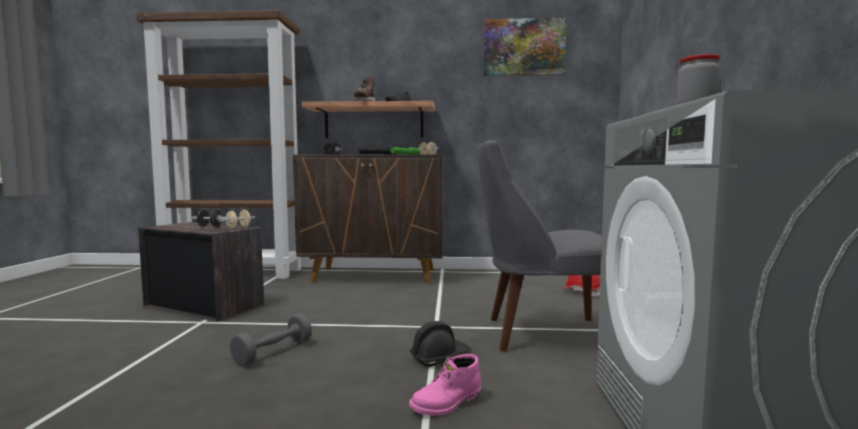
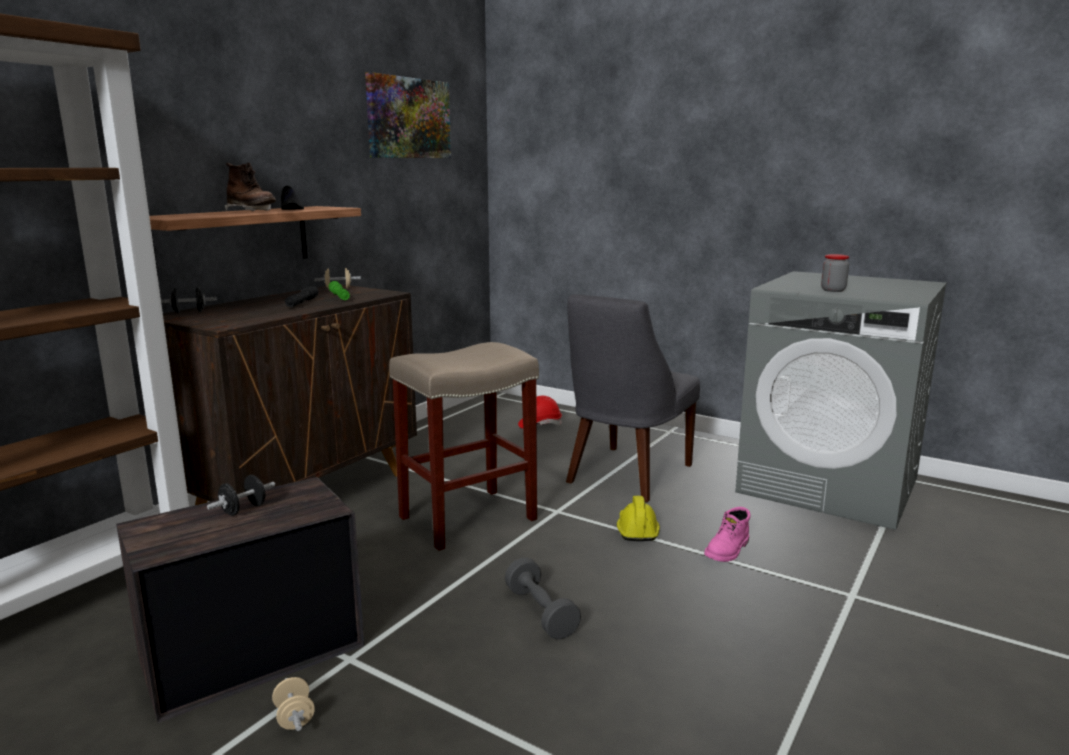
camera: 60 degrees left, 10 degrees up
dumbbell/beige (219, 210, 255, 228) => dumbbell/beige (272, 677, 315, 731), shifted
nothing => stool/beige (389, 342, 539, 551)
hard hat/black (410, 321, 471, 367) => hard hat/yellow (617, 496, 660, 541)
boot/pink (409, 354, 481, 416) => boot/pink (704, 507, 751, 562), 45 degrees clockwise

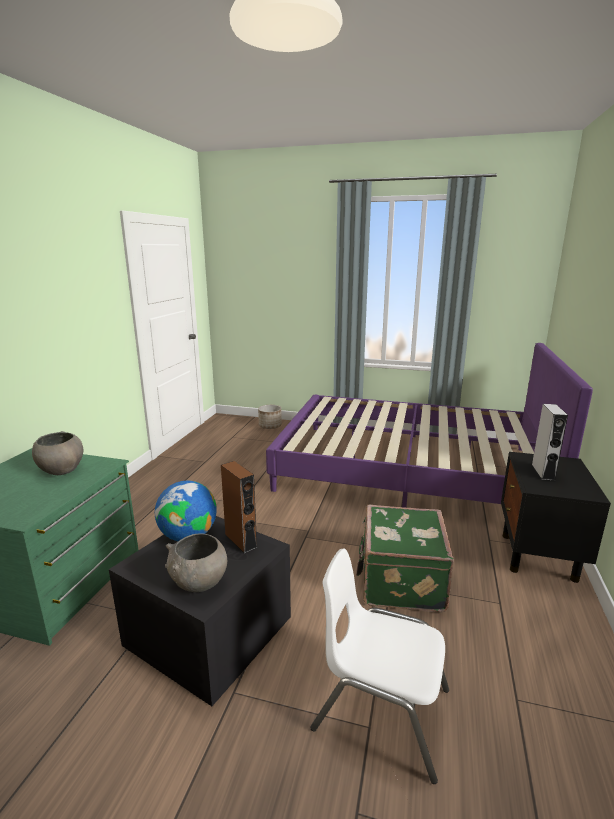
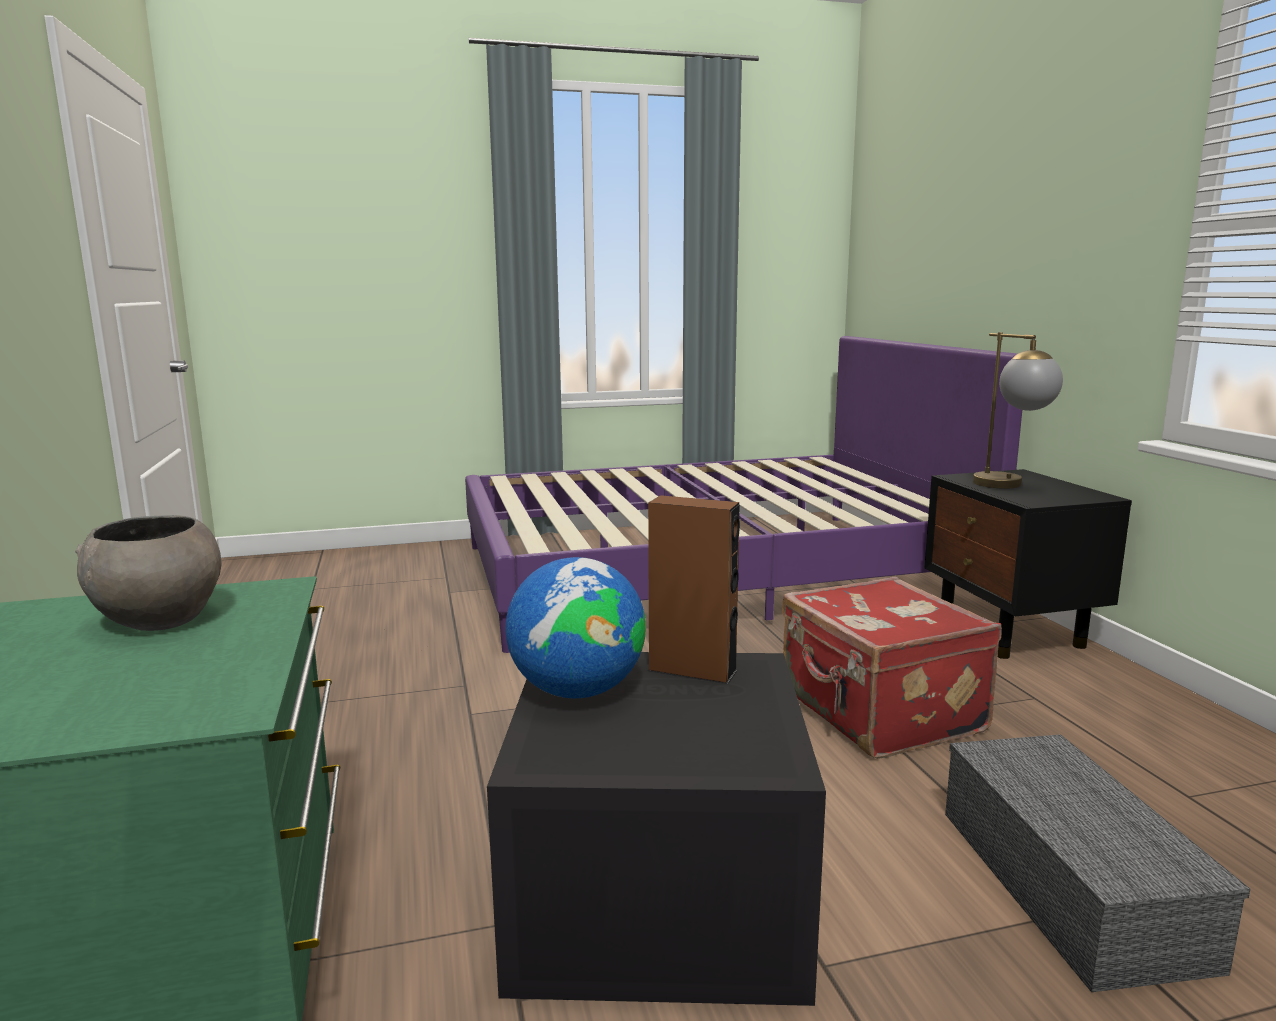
camera: 30 degrees left, 5 degrees down
suitcase/green (356, 505, 454, 612) => suitcase/red (782, 577, 1002, 759)
chair/white (310, 549, 449, 784) => storage box/grey (945, 734, 1250, 992)
speaker/grey (532, 404, 568, 480) => table lamp (973, 332, 1063, 489)
bowl/grey (165, 533, 227, 592) => nothing
planter (258, 405, 282, 429) => nothing

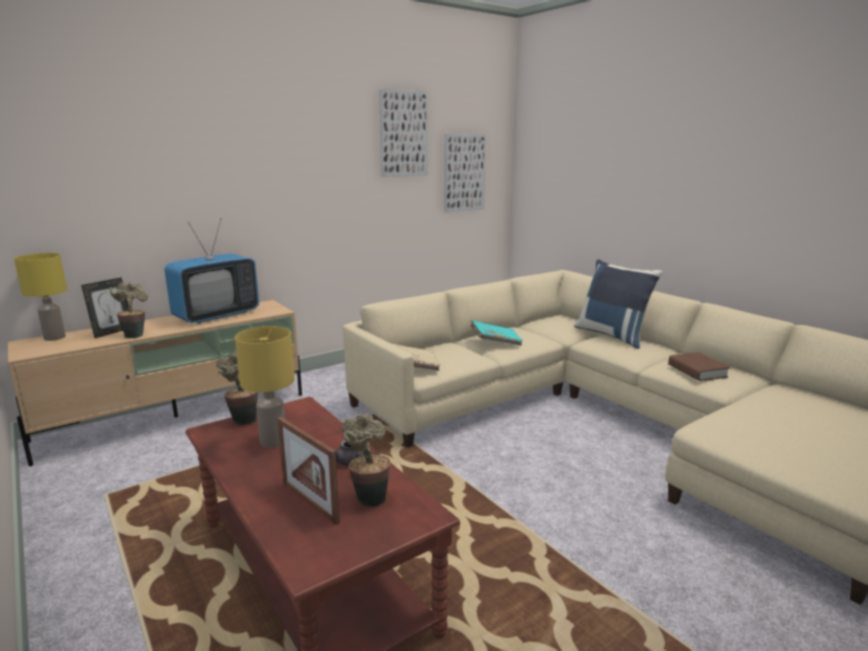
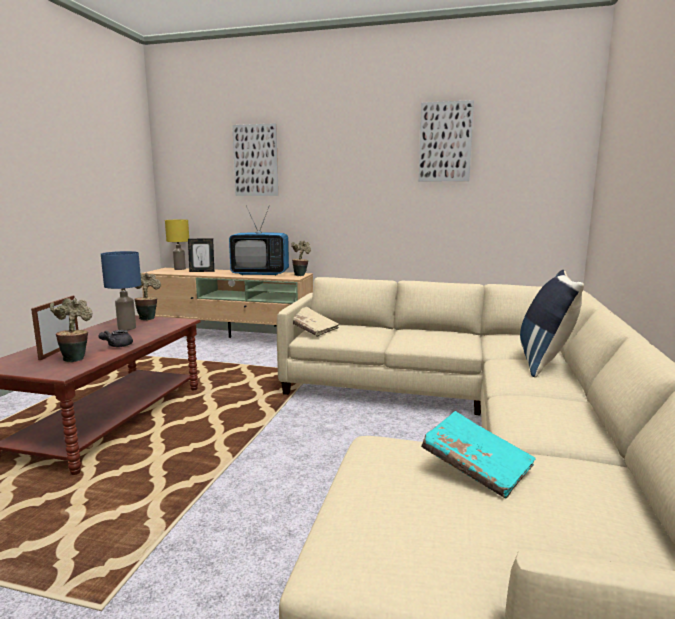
camera: 50 degrees right, 5 degrees down
table lamp/yellow (235, 326, 295, 448) => table lamp/blue (101, 251, 141, 330)
picture (444, 134, 486, 213) => picture (232, 123, 278, 196), shifted
potted plant (110, 282, 149, 339) => potted plant (292, 241, 311, 276), shifted
book/turquoise (470, 320, 523, 346) => book/turquoise (421, 411, 536, 499), shifted
book/brown (668, 352, 730, 381) => nothing

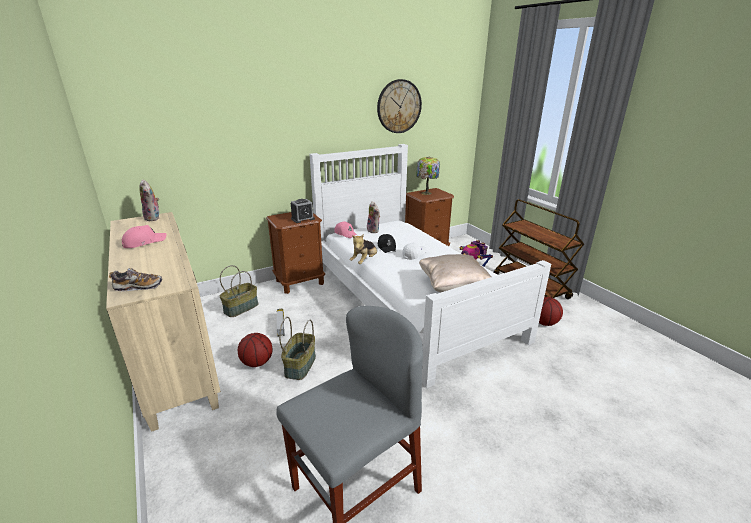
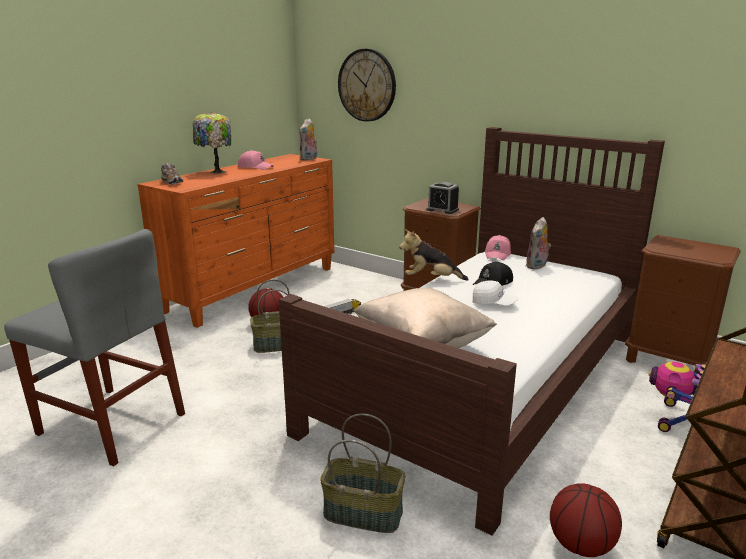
camera: 65 degrees right, 5 degrees down
dresser/beige (106, 212, 221, 432) => dresser/orange (137, 154, 334, 328)
table lamp (416, 157, 440, 195) => table lamp (193, 112, 231, 174), shifted
bed/white (310, 144, 551, 388) => bed/brown (279, 127, 665, 536)
basket (220, 265, 258, 317) => basket (320, 413, 405, 533), shifted
wall clock (377, 79, 422, 133) => wall clock (338, 49, 396, 122), shifted

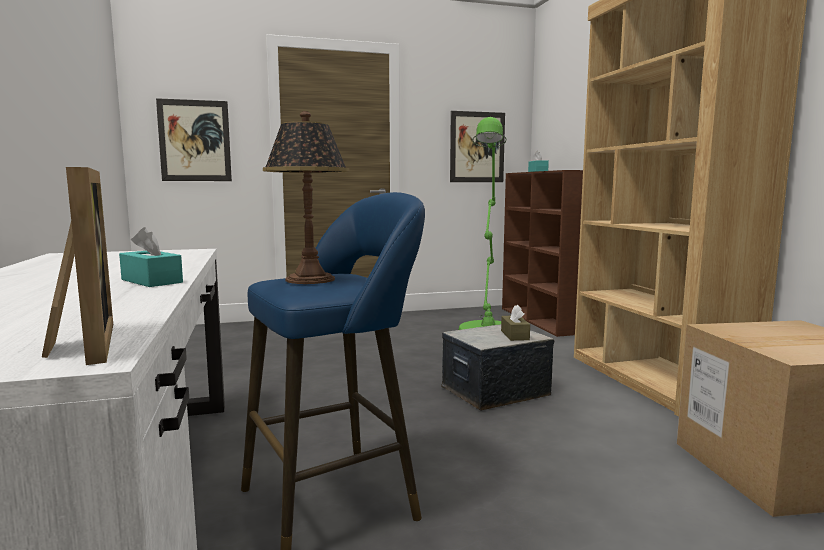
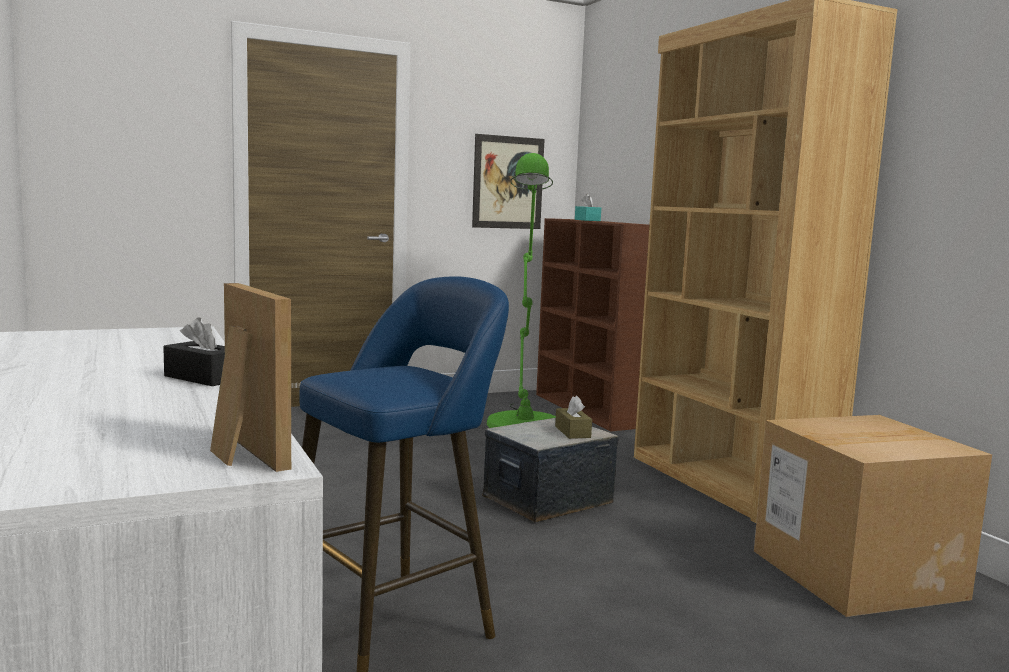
camera: 10 degrees left, 0 degrees up
tissue box/turquoise (119, 227, 183, 287) => tissue box/black (163, 317, 225, 386)
picture (156, 98, 232, 181) => nothing
table lamp (263, 111, 350, 284) => nothing

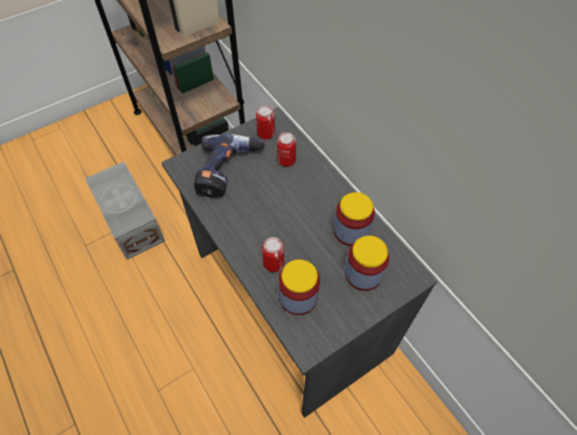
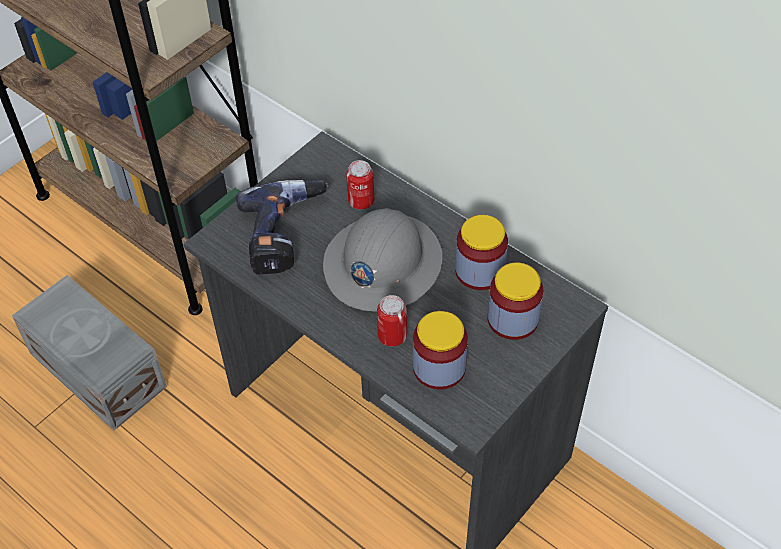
camera: 15 degrees left, 5 degrees down
nothing => hard hat/grey (323, 208, 443, 312)
can (256, 105, 275, 139) => nothing

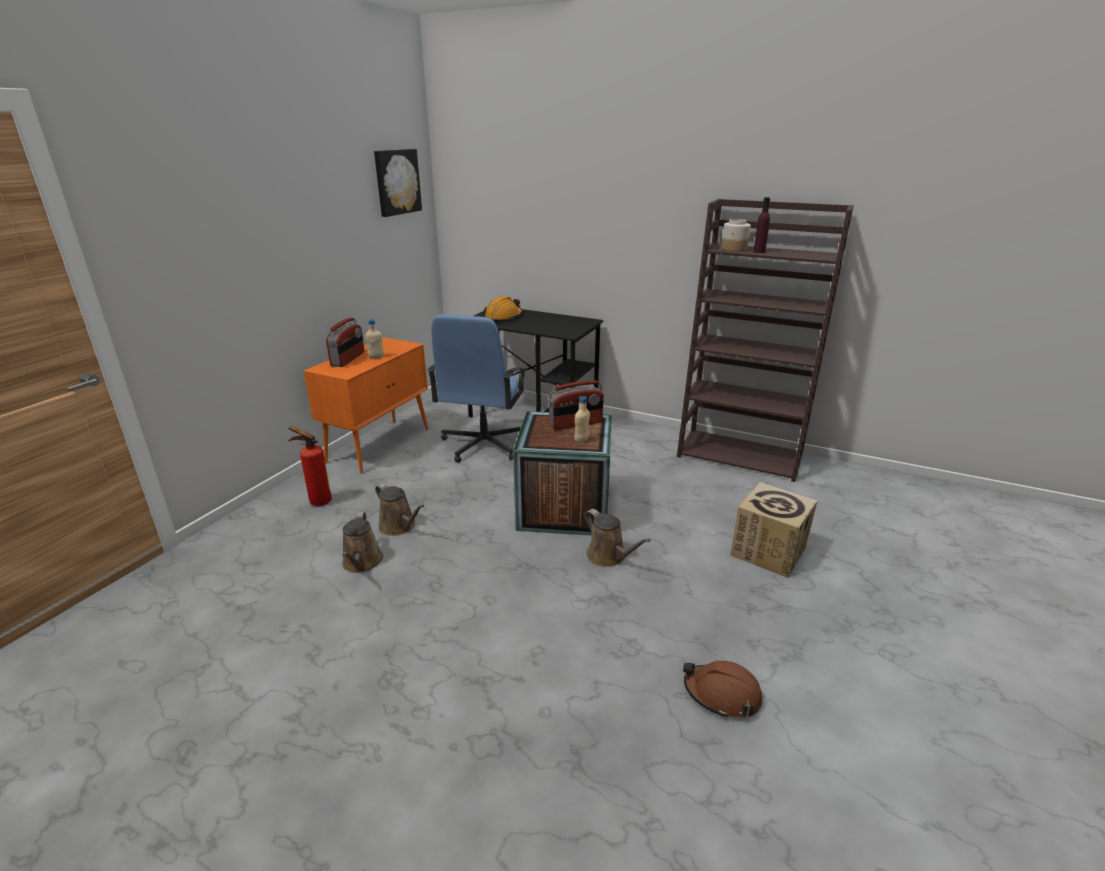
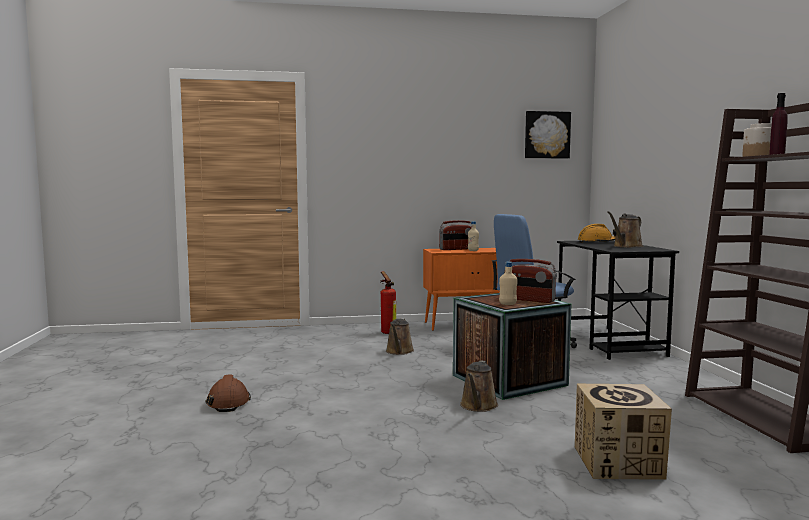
camera: 55 degrees right, 20 degrees down
hard hat/brown (683, 661, 763, 718) => hard hat/brown (205, 374, 251, 412), shifted
watering can/brown (342, 512, 383, 573) => watering can/brown (607, 211, 643, 248), shifted

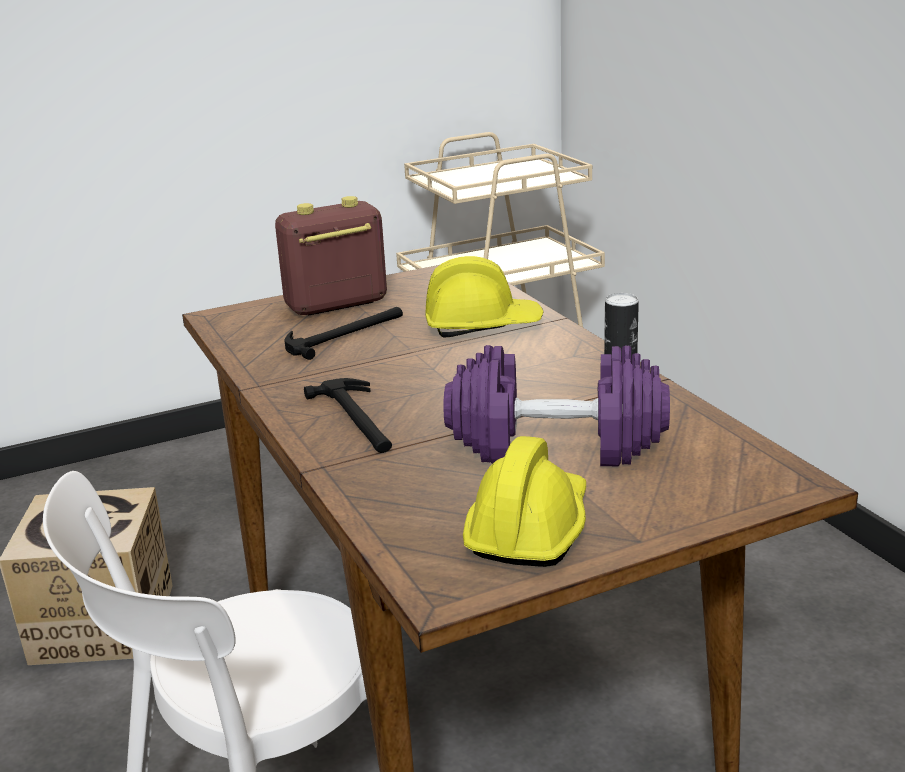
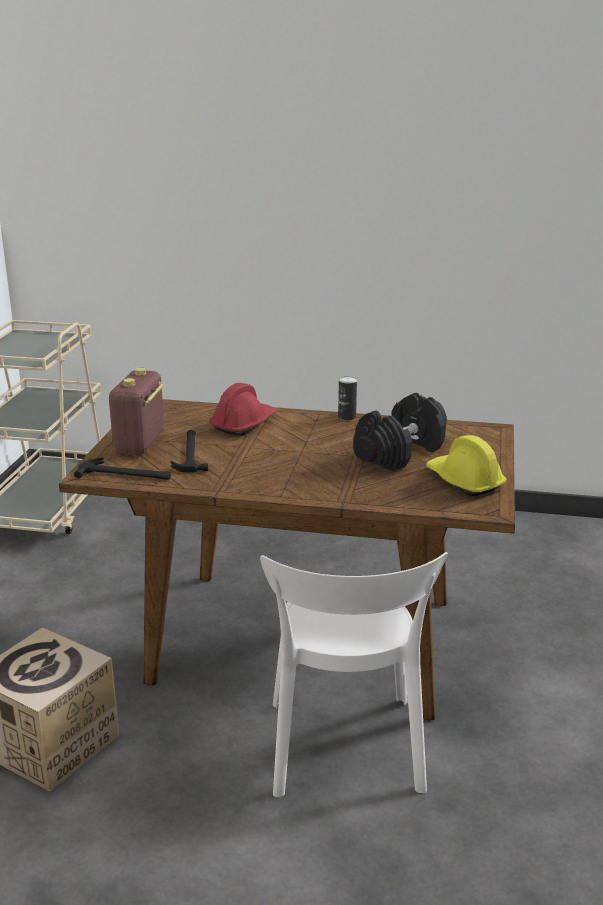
camera: 55 degrees left, 0 degrees up
hammer (304, 378, 392, 453) => hammer (74, 457, 171, 480), shifted
hard hat/yellow (425, 256, 543, 337) => hard hat/red (209, 383, 277, 436)
dumbbell/purple (443, 345, 670, 466) => dumbbell/black (353, 393, 447, 471)

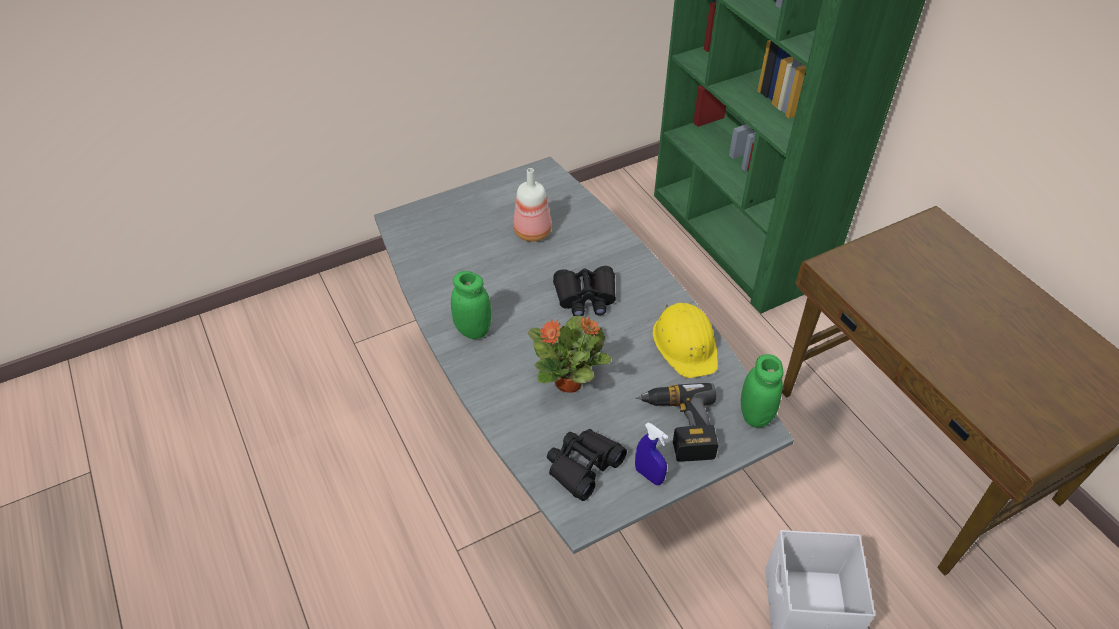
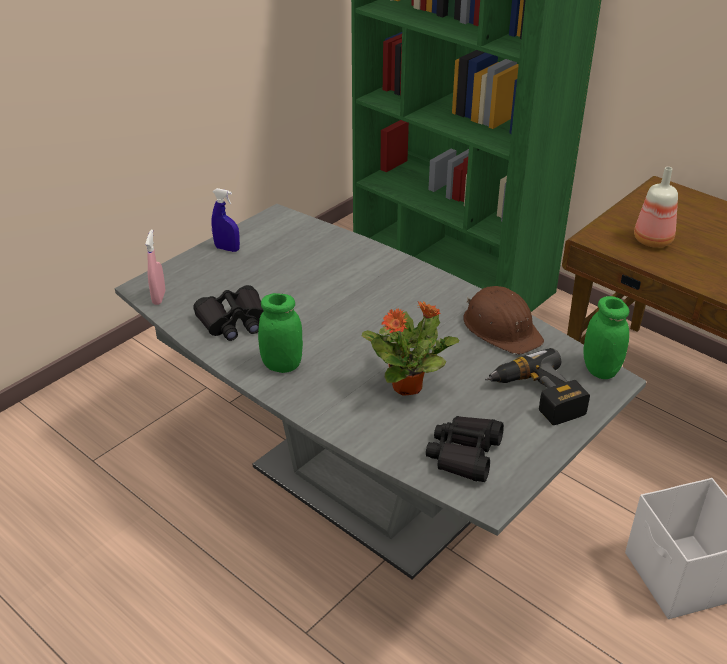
camera: 20 degrees left, 10 degrees down
nothing => spray bottle/pink (145, 230, 165, 305)
binoculars/black (553, 266, 616, 316) => binoculars/black (193, 285, 263, 341), shifted
spray bottle/blue (635, 423, 668, 485) => spray bottle/blue (211, 188, 240, 252), shifted
hard hat/yellow (653, 303, 718, 378) => hard hat/brown (463, 286, 544, 354)
bottle (513, 168, 552, 242) => bottle (634, 167, 678, 248), shifted

